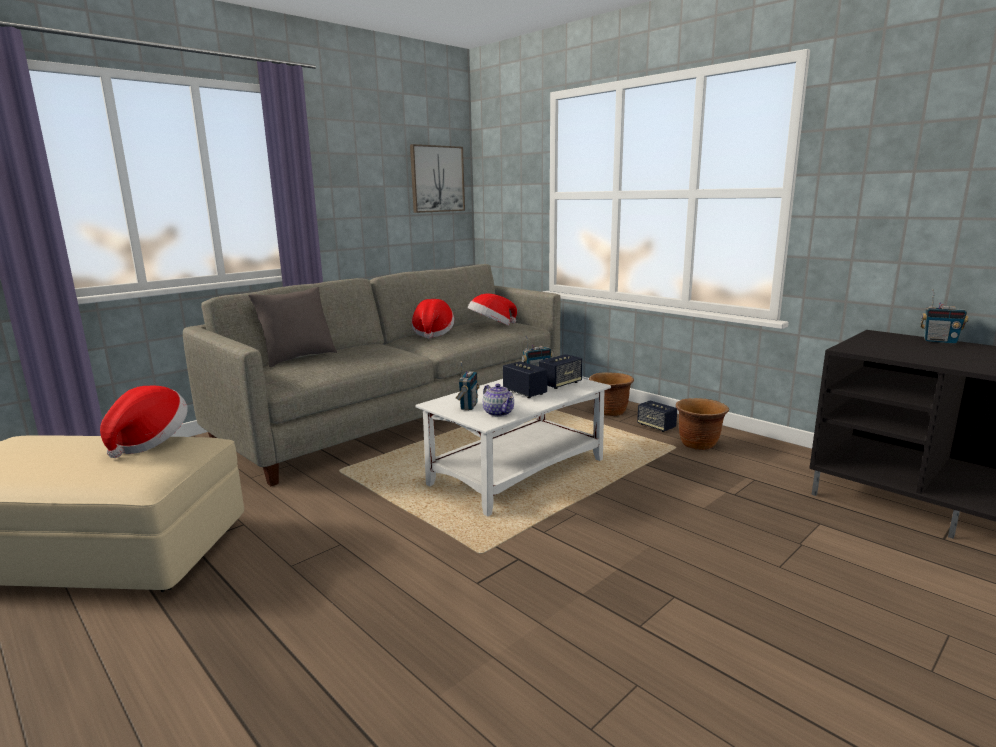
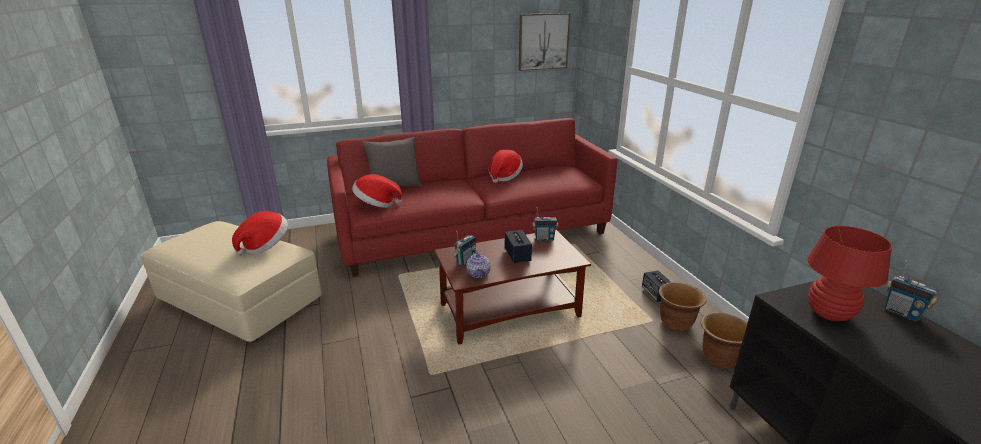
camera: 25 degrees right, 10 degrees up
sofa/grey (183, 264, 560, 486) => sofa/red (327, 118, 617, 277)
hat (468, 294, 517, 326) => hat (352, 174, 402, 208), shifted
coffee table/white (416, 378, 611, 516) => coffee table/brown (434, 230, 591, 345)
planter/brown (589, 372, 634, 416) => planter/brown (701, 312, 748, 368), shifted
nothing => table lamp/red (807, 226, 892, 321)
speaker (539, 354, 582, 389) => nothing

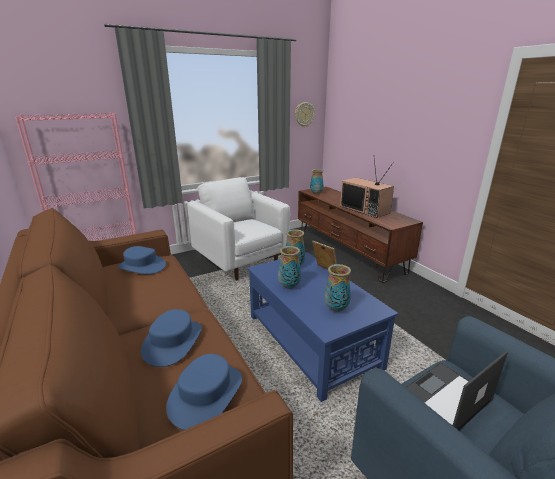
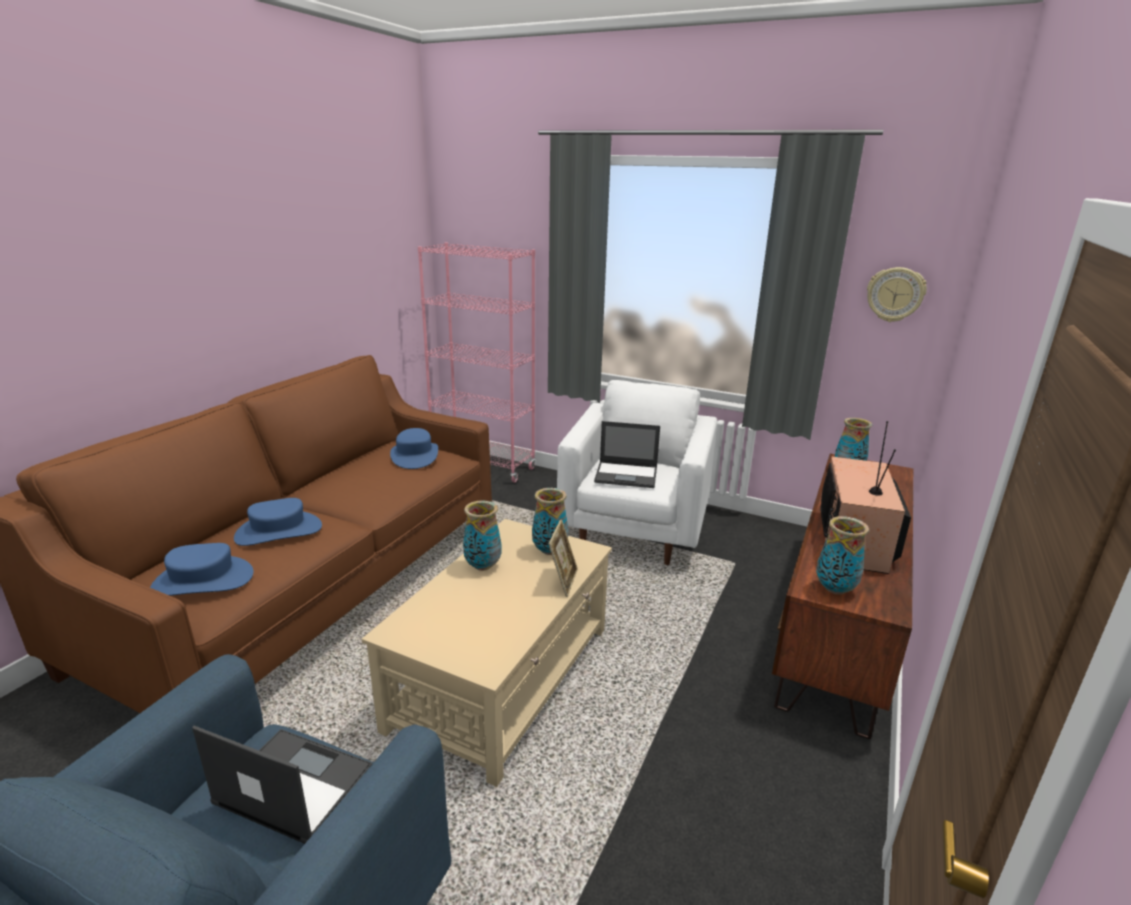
camera: 55 degrees right, 0 degrees up
coffee table/blue (247, 252, 398, 402) => coffee table/beige (362, 519, 612, 787)
nothing => laptop (594, 421, 660, 488)
vase (324, 264, 351, 312) => vase (816, 516, 869, 595), shifted

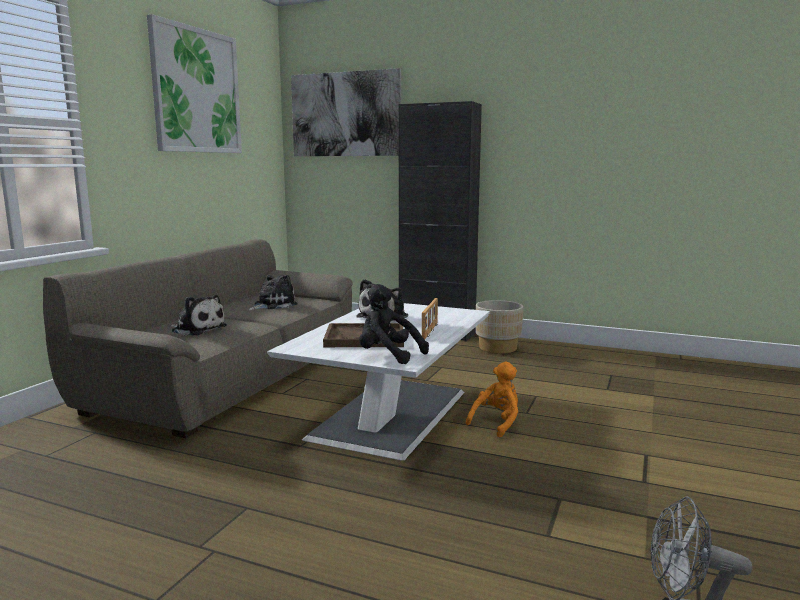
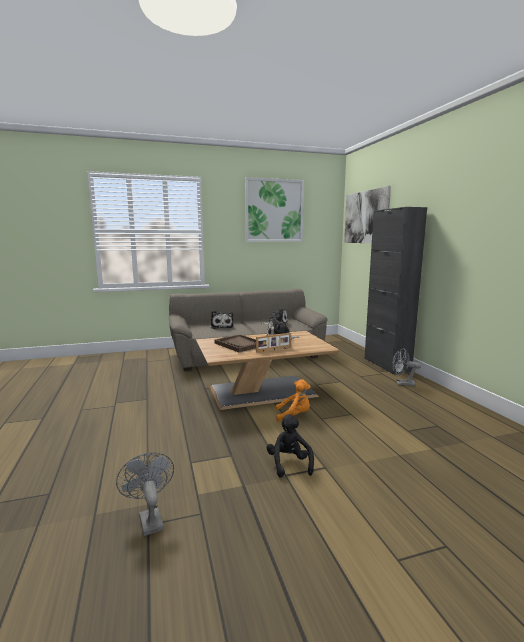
camera: 50 degrees right, 0 degrees up
coffee table/white (267, 303, 490, 461) => coffee table/brown (196, 331, 340, 410)
plush toy/black (359, 284, 429, 364) => plush toy/black (267, 414, 314, 478), shifted
planter/beige (476, 300, 523, 354) => fan/grey (392, 348, 421, 386)

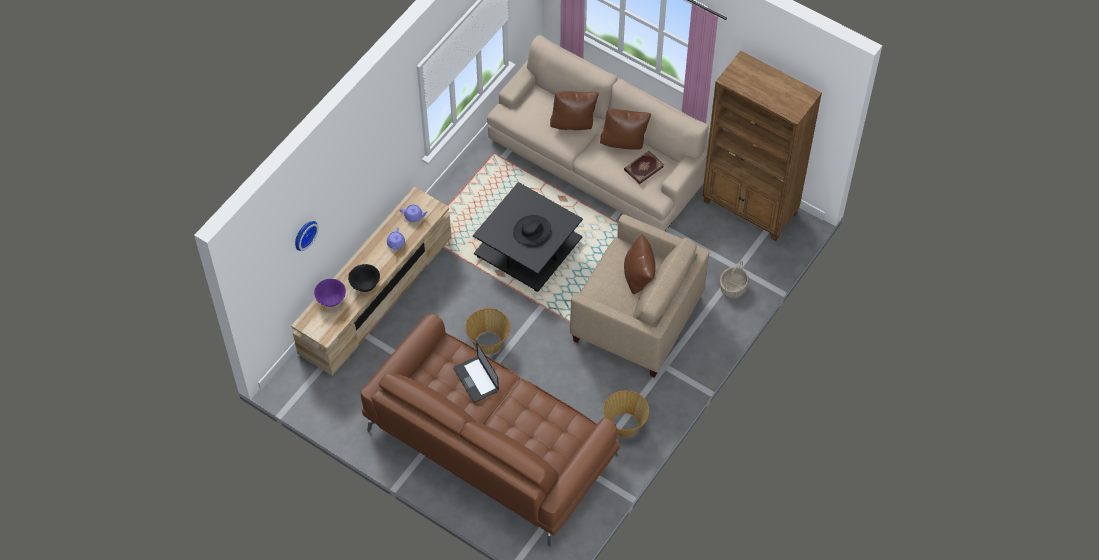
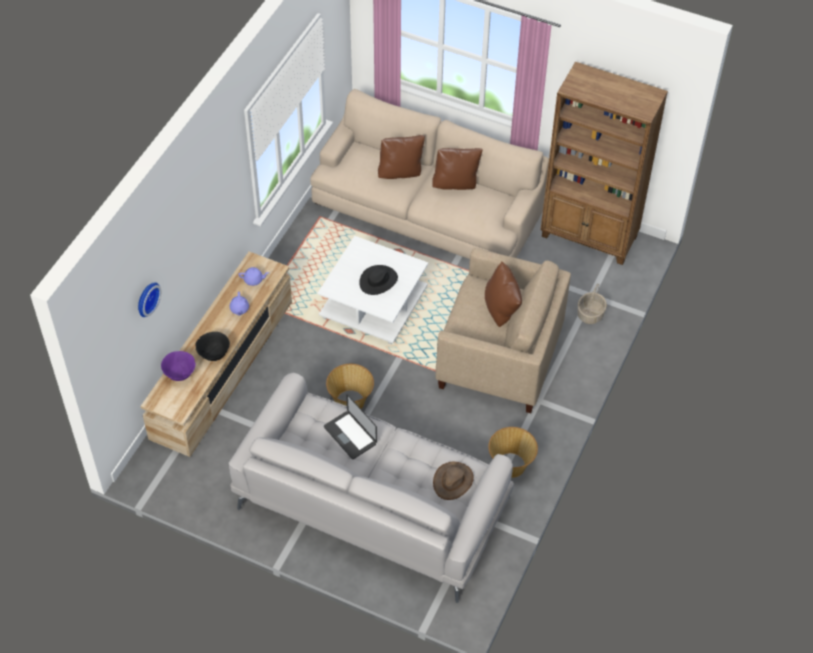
camera: 10 degrees left, 5 degrees down
sofa/brown (360, 314, 620, 546) => sofa/grey (229, 373, 514, 603)
coffee table/black (473, 182, 583, 292) => coffee table/white (318, 236, 428, 344)
nothing => hat/brown (433, 462, 474, 500)
book (624, 151, 664, 184) => nothing

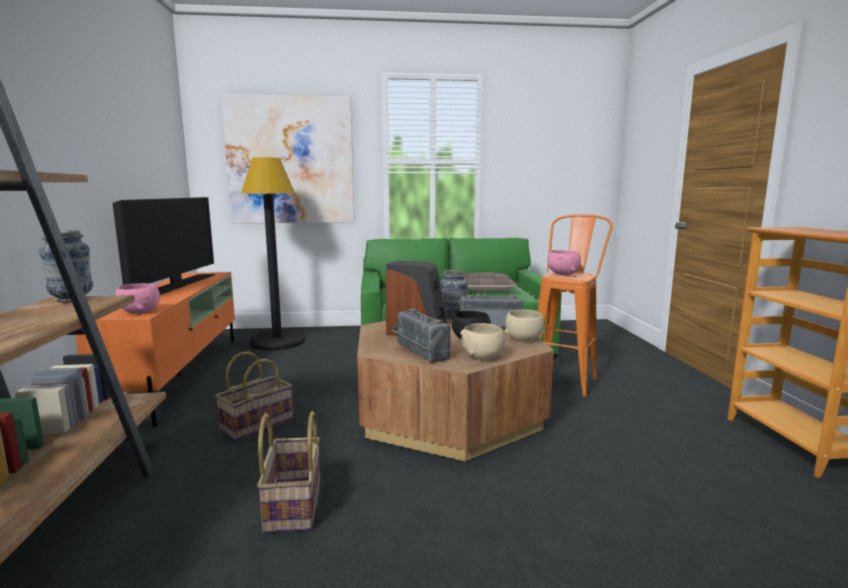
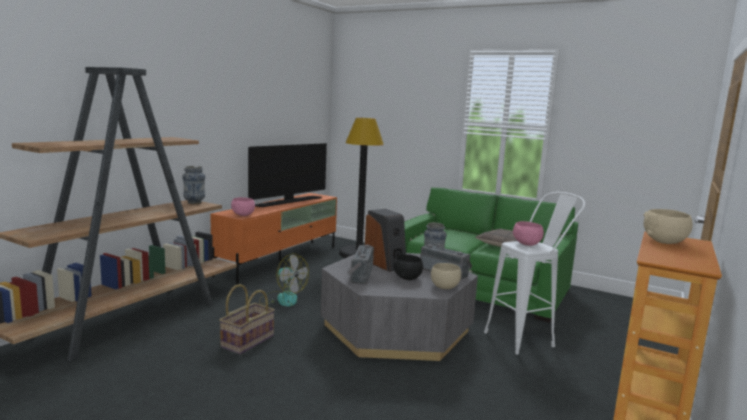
camera: 35 degrees right, 0 degrees up
basket (215, 351, 293, 441) => fan (259, 253, 309, 307)
coffee table/brown (357, 318, 554, 461) => coffee table/grey (321, 253, 478, 361)
stool/orange (538, 214, 613, 397) => stool/white (484, 192, 585, 355)
bowl/beige (460, 323, 505, 360) => bowl/beige (644, 209, 693, 244), shifted
picture (221, 94, 355, 223) => nothing

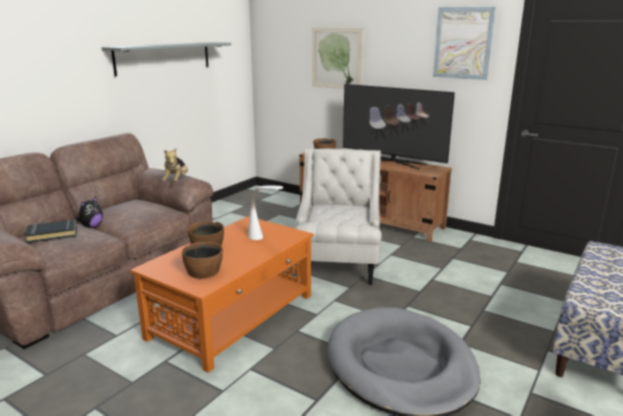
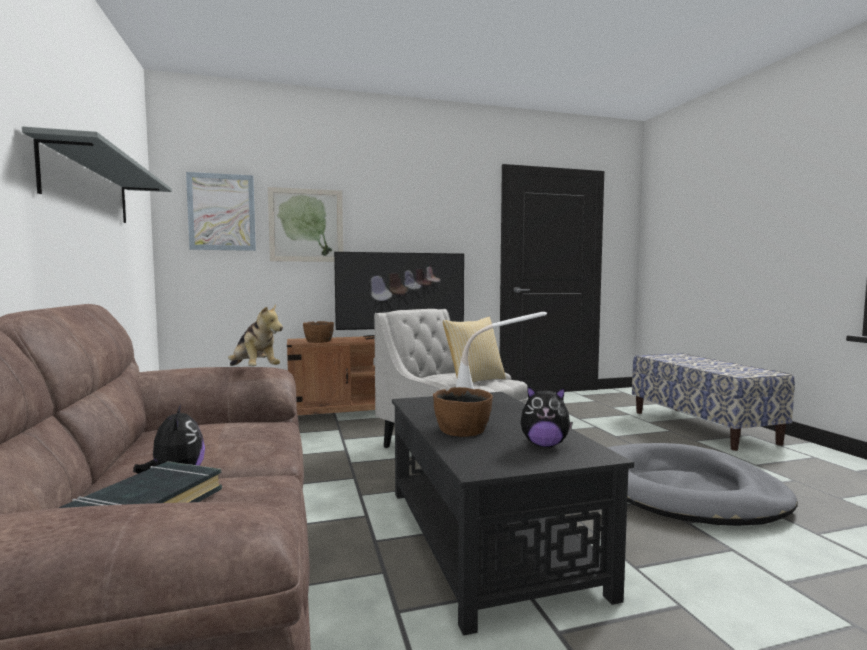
camera: 50 degrees left, 15 degrees down
picture (433, 7, 496, 80) => picture (186, 172, 256, 251), shifted
coffee table/orange (130, 216, 313, 373) => coffee table/black (392, 392, 634, 636)
nothing => pillow (443, 317, 506, 383)
bowl/brown (182, 242, 223, 279) => plush toy (521, 385, 573, 447)

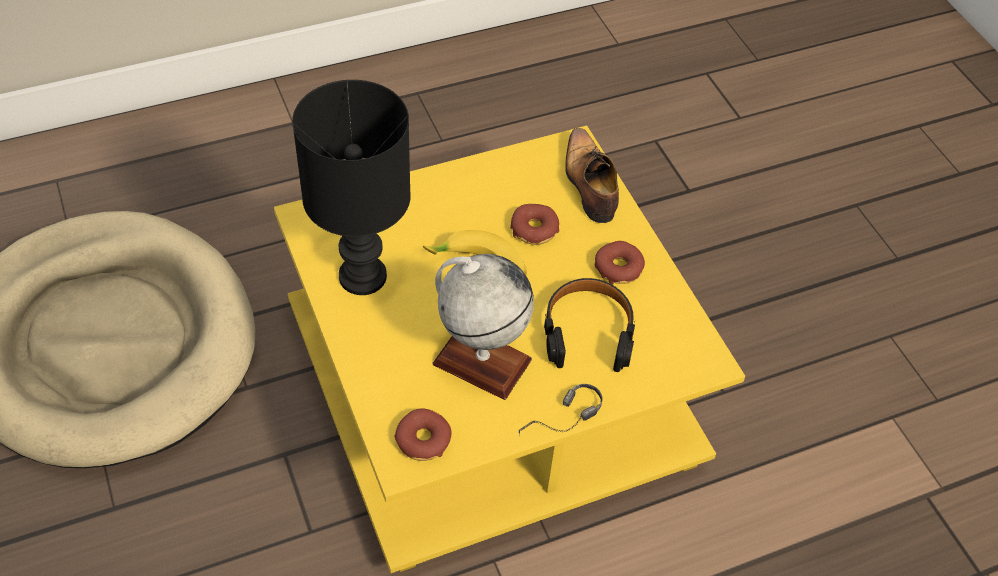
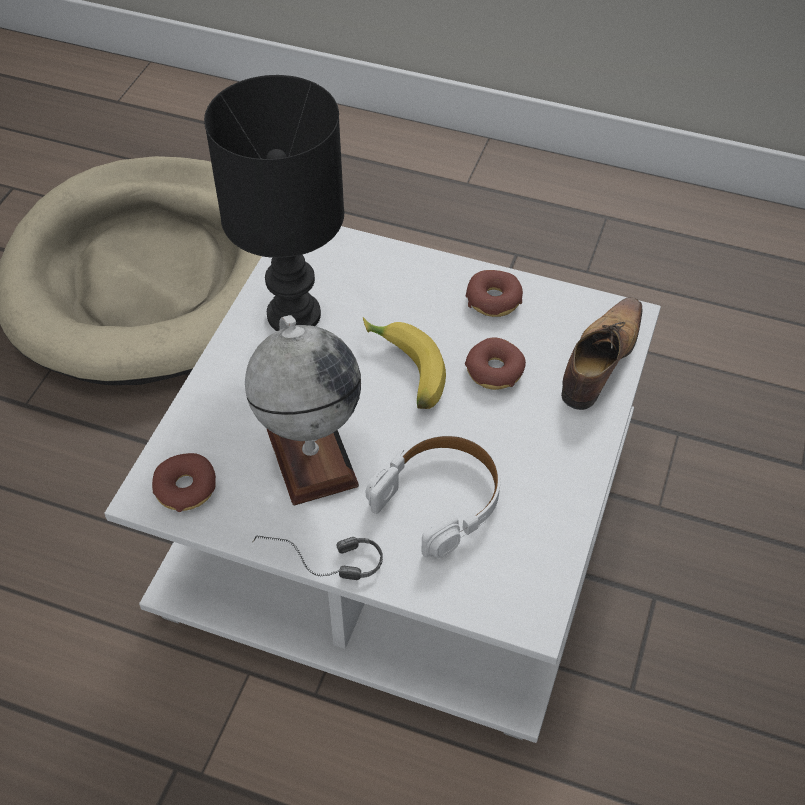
camera: 45 degrees right, 0 degrees up
coffee table/yellow (274, 126, 745, 573) => coffee table/white (104, 226, 661, 743)
headphones/black (544, 278, 635, 372) => headphones/white (365, 434, 500, 558)
donut (595, 241, 645, 285) => donut (465, 270, 523, 317), shifted

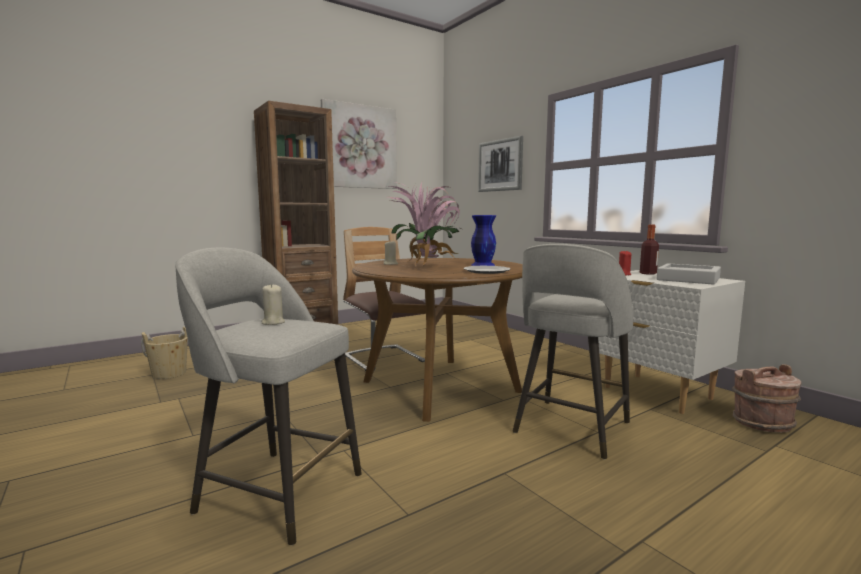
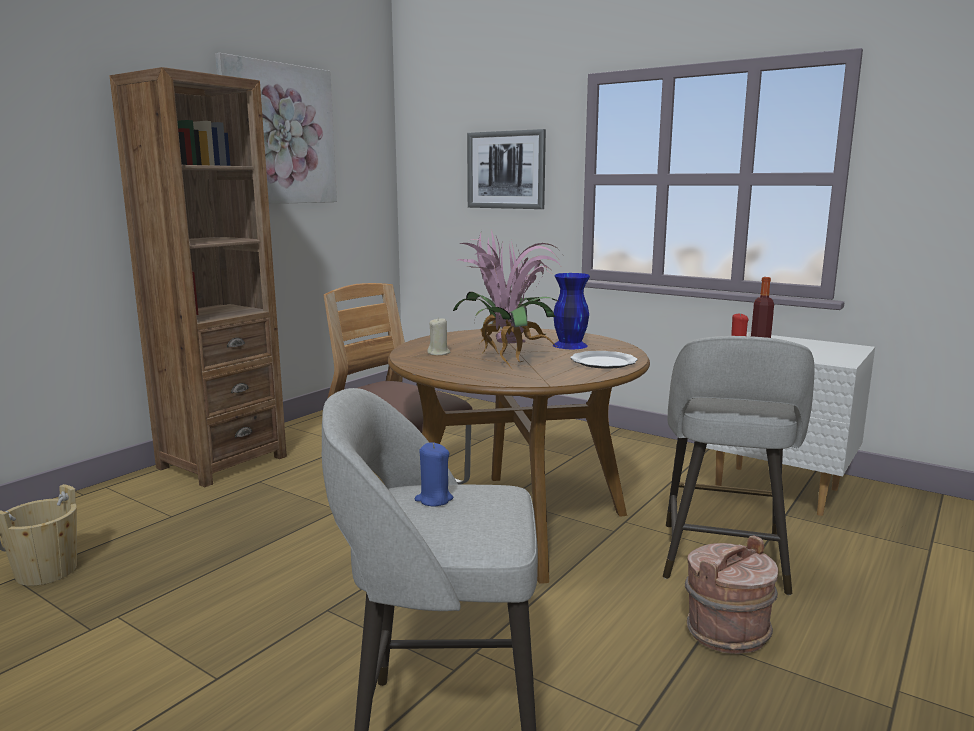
camera: 20 degrees left, 5 degrees up
candle/beige (261, 284, 285, 325) => candle/blue (415, 442, 453, 506)
bucket/brown (732, 364, 801, 433) => bucket/brown (685, 536, 778, 654), shifted
tray/grey (657, 263, 721, 285) => nothing

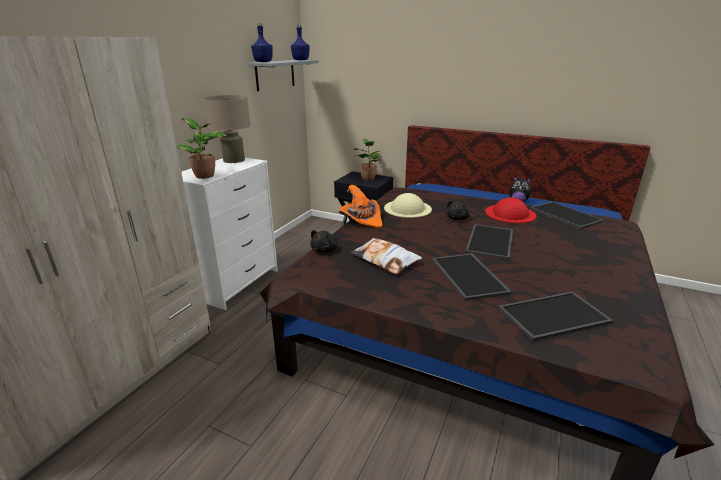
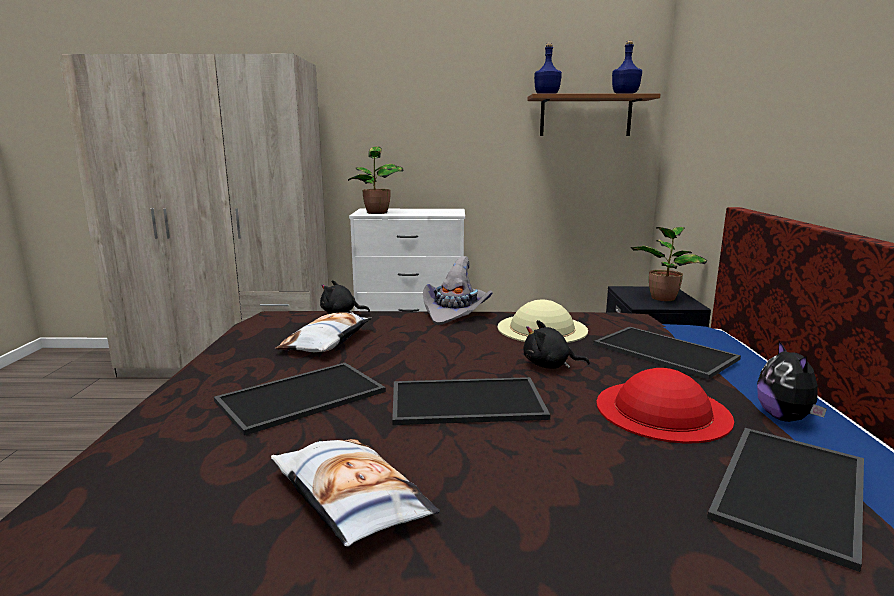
camera: 65 degrees right, 10 degrees down
nothing => pillow (271, 439, 440, 547)
hat/orange (339, 185, 382, 228) => hat/grey (423, 256, 493, 325)
shelf/grey (248, 60, 319, 91) => shelf/brown (527, 93, 660, 136)
tray (498, 292, 614, 341) => tray (594, 327, 741, 379), shifted
table lamp/beige (204, 95, 251, 163) => nothing

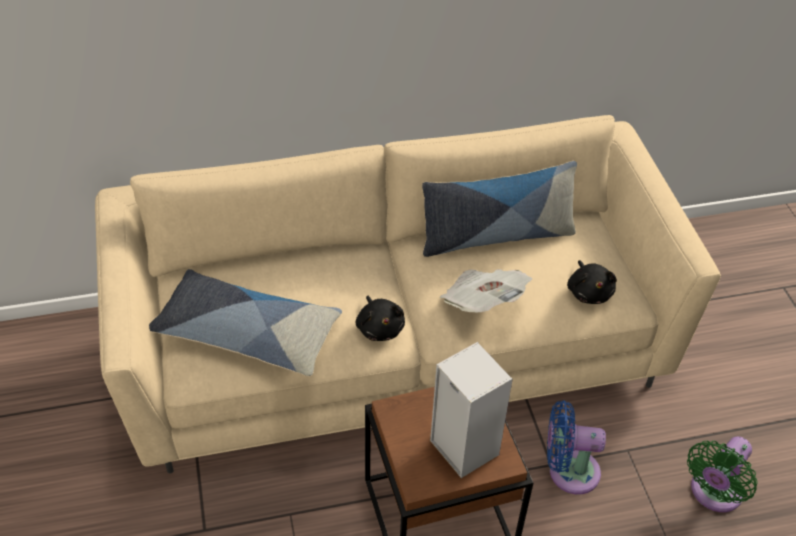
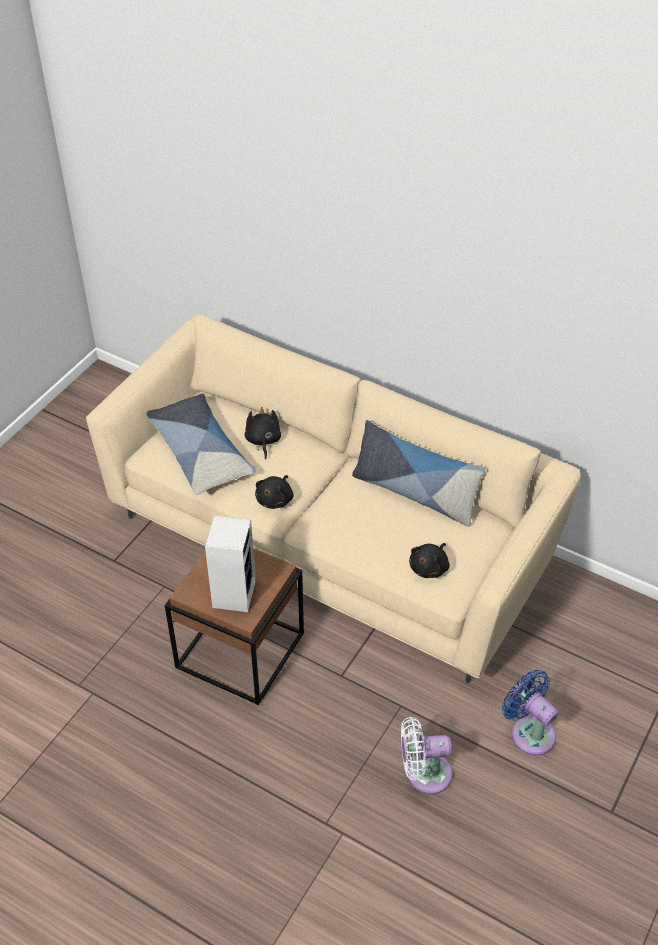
camera: 45 degrees right, 0 degrees up
nothing => plush toy/black (244, 407, 281, 459)
fan/green (687, 436, 758, 512) => fan/white (401, 717, 453, 794)
fan/blue (547, 400, 606, 494) => fan/blue (502, 670, 559, 756), shifted
newspaper (440, 269, 532, 313) => nothing

